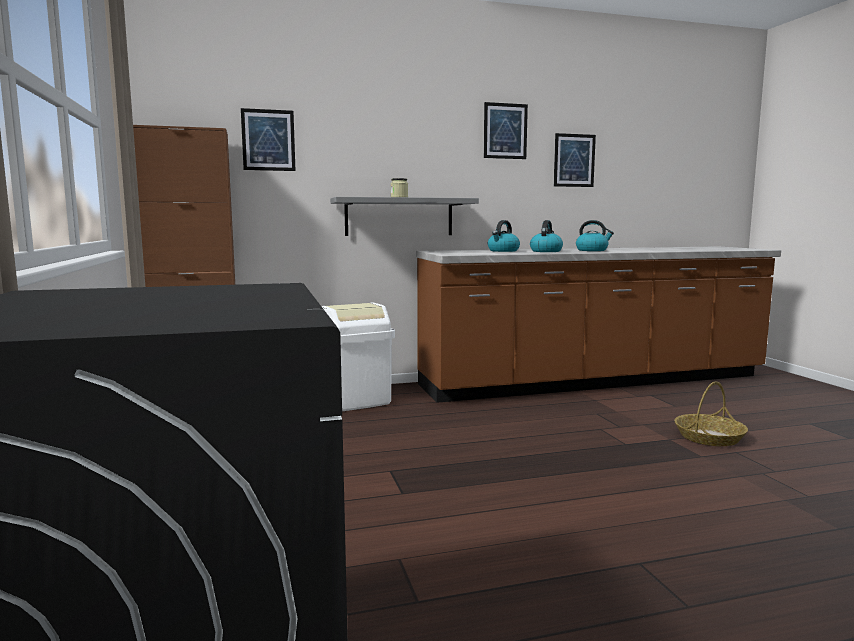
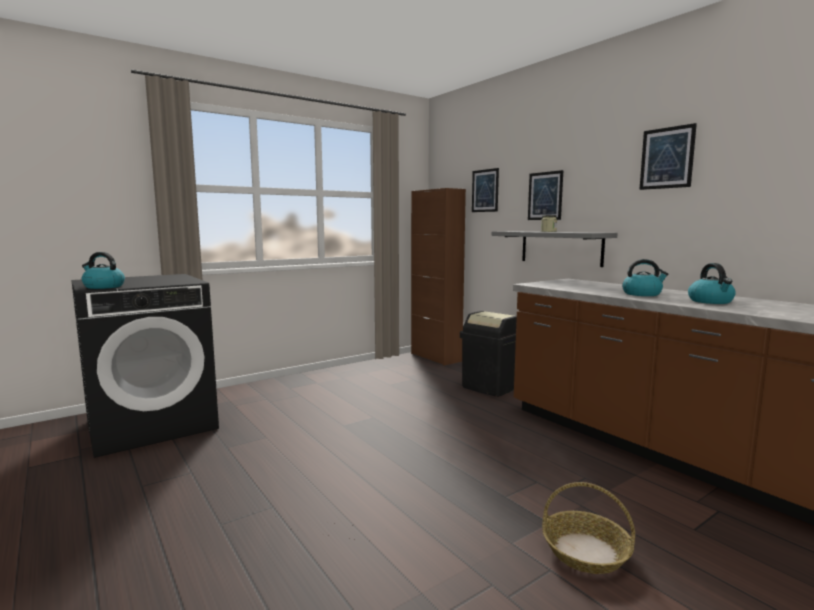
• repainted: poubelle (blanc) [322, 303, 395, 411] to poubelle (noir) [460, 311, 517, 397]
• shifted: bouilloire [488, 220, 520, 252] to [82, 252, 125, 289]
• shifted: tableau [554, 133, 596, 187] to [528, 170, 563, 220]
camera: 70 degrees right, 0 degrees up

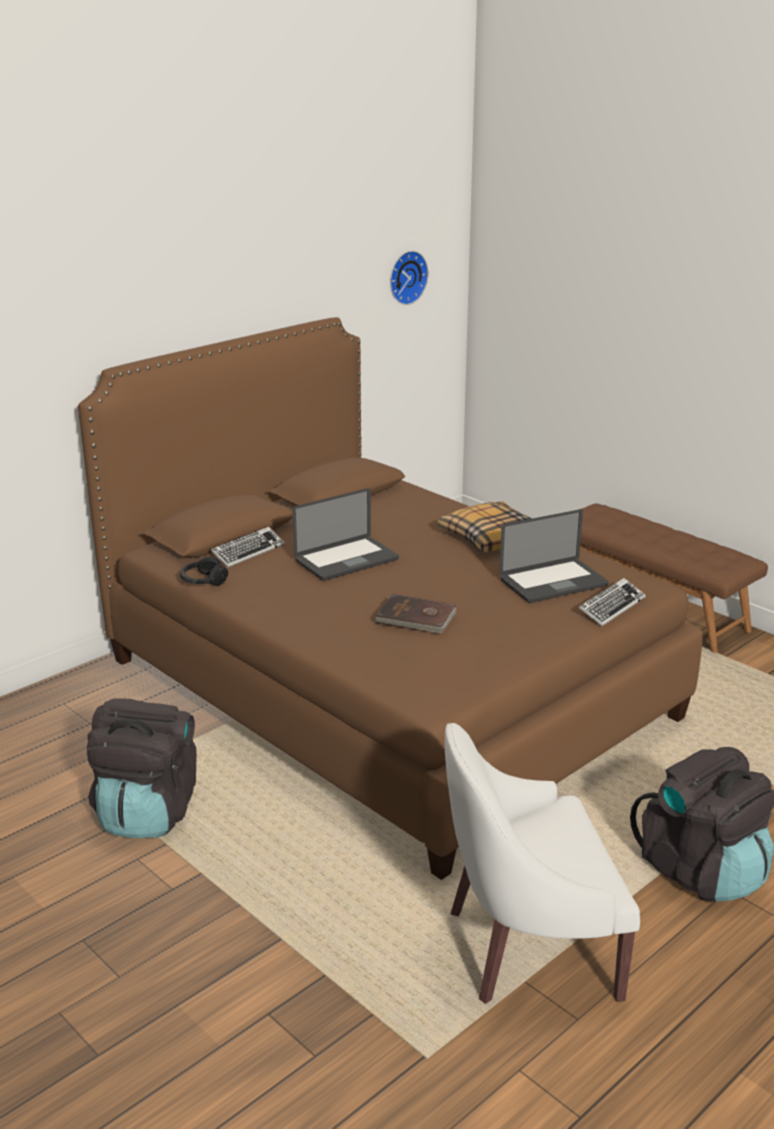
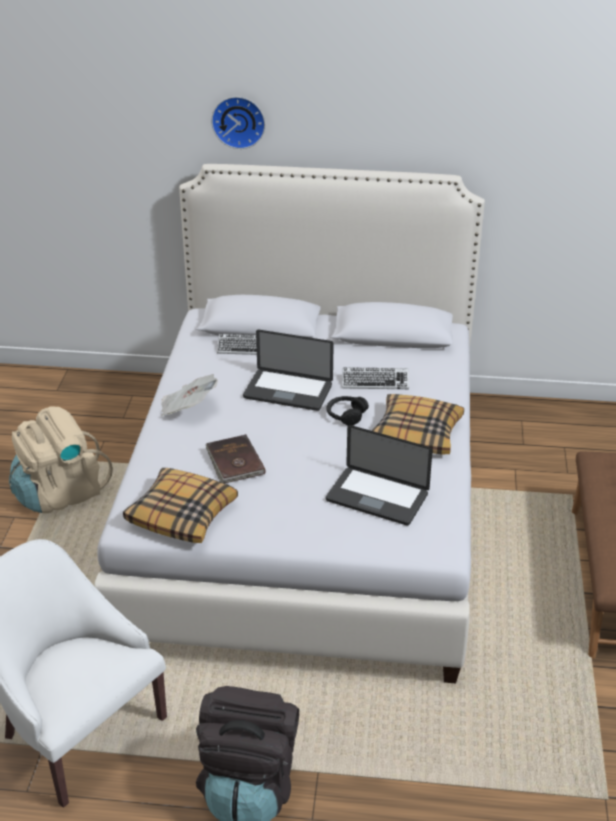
• repainted: lit (marron) [78, 317, 703, 880] to lit (blanc) [94, 164, 485, 683]
• repainted: sac à dos (noir) [87, 698, 197, 838] to sac à dos (beige) [9, 406, 113, 513]
• shifted: casque audio (noir) [180, 556, 228, 586] to [327, 396, 369, 425]
• shifted: horloge murale [390, 251, 428, 305] to [211, 97, 265, 149]
• shifted: clavier [579, 578, 646, 626] to [343, 367, 409, 389]
• new: coussin [123, 468, 238, 543]
• new: journal [161, 374, 218, 416]
camera: 50 degrees right, 10 degrees up

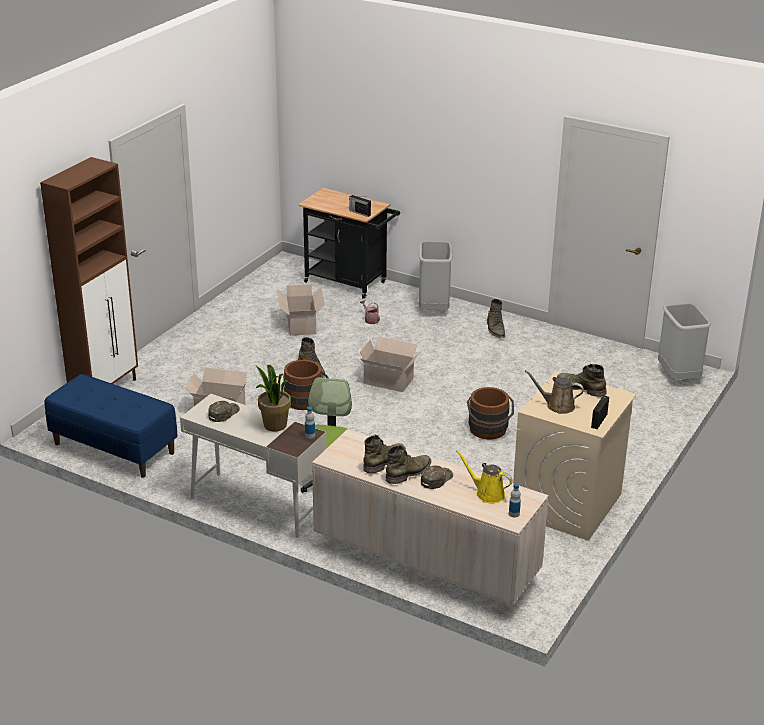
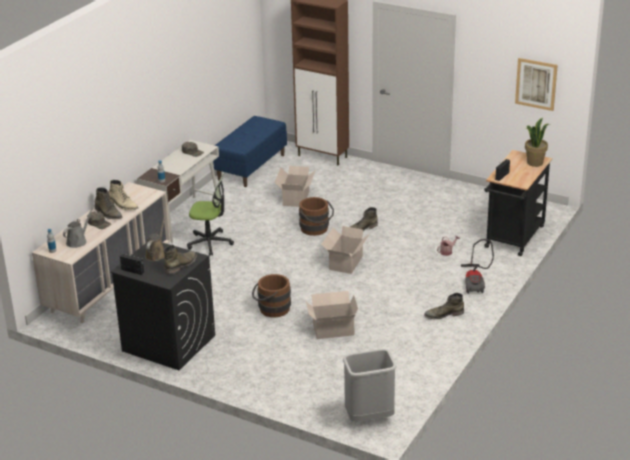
• shifted: plante en pot [256, 365, 291, 432] to [525, 118, 549, 167]
• shifted: carton [277, 284, 325, 336] to [306, 291, 358, 339]
• repainted: botte (vert) [363, 434, 406, 473] to botte (beige) [109, 180, 139, 210]
• swapped: poubelle (gris) [419, 241, 453, 310] to aspirateur [461, 239, 494, 293]
• repainted: arrosoir (jaune) [456, 450, 513, 503] to arrosoir (gris) [63, 208, 93, 248]
• repainted: lave-linge (beige) [513, 371, 636, 541] to lave-linge (noir) [110, 242, 215, 370]
• new: tableau [515, 58, 558, 111]
camera: 90 degrees right, 0 degrees up

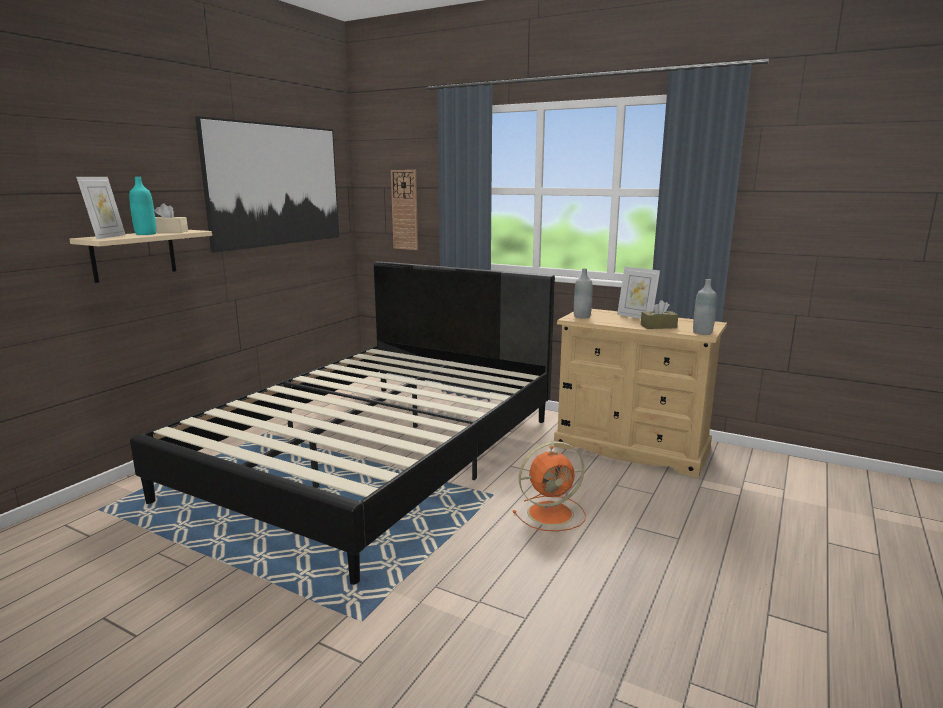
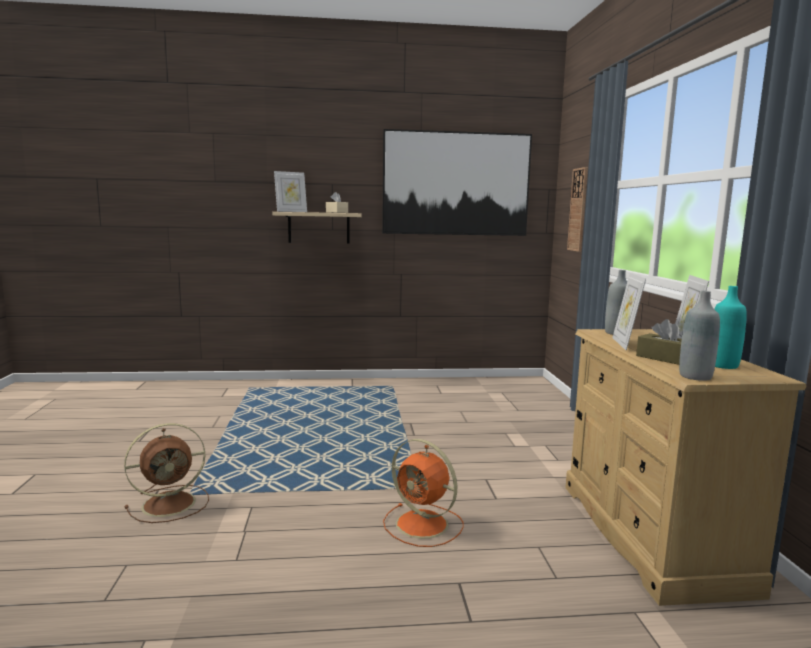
• shifted: bouteille (turquoise) [129, 177, 156, 235] to [714, 286, 747, 369]
• gone: lit (noir) [130, 261, 555, 585]
• new: ventilateur (marron) [124, 423, 209, 523]
• new: cadre photo [612, 273, 646, 350]
camera: 55 degrees right, 5 degrees down

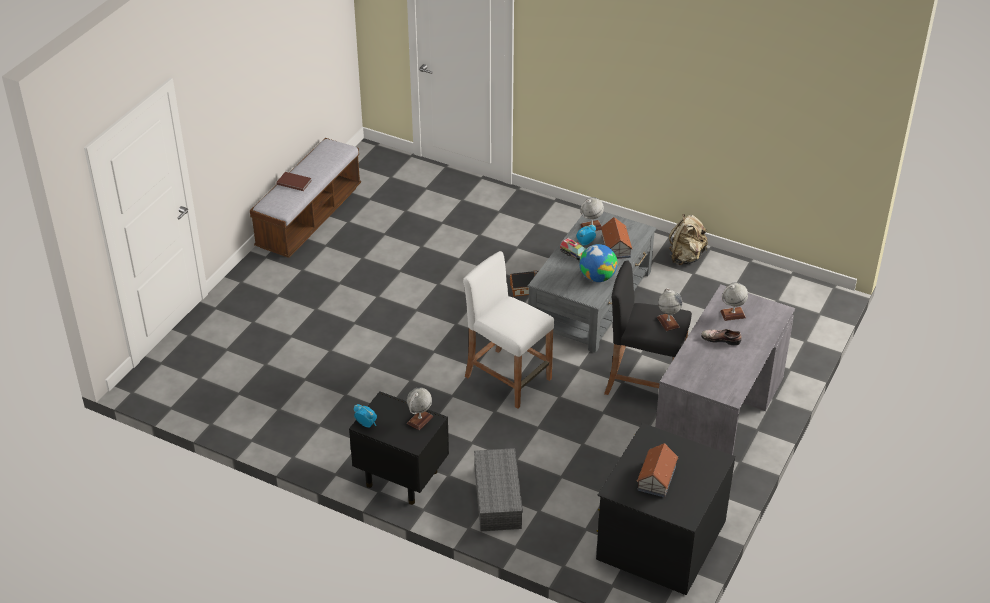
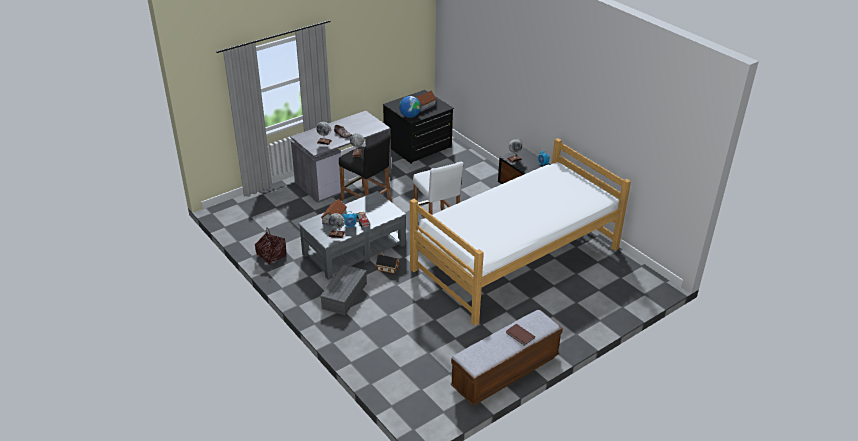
• shifted: boîte de rangement (gris) [474, 448, 523, 531] to [320, 264, 367, 315]
• shifted: globe [579, 244, 617, 282] to [399, 96, 421, 118]
• swapped: sac à dos (beige) [669, 214, 708, 265] to panier [255, 228, 286, 265]
• new: lit [410, 138, 631, 326]
camera: 155 degrees left, 5 degrees down

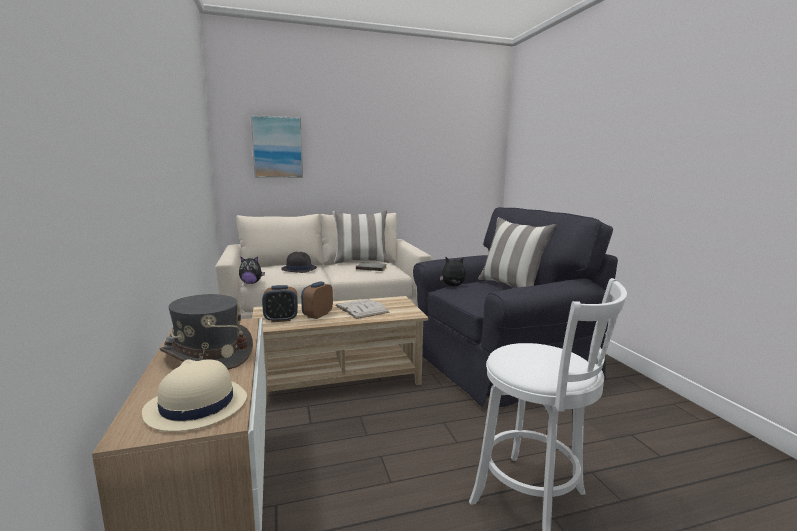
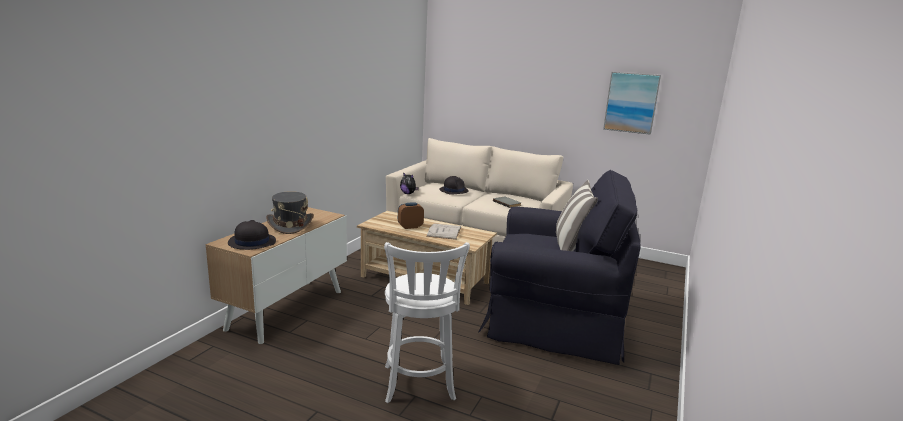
• repainted: chapeau (beige) [142, 359, 247, 431] to chapeau (noir) [228, 220, 276, 250]
• shifted: tableau [251, 115, 303, 178] to [603, 72, 661, 135]
• gone: réveil [262, 285, 298, 322]
• gone: coussin [333, 211, 389, 264]
• gone: peluche [440, 257, 466, 286]
camera: 40 degrees right, 5 degrees up

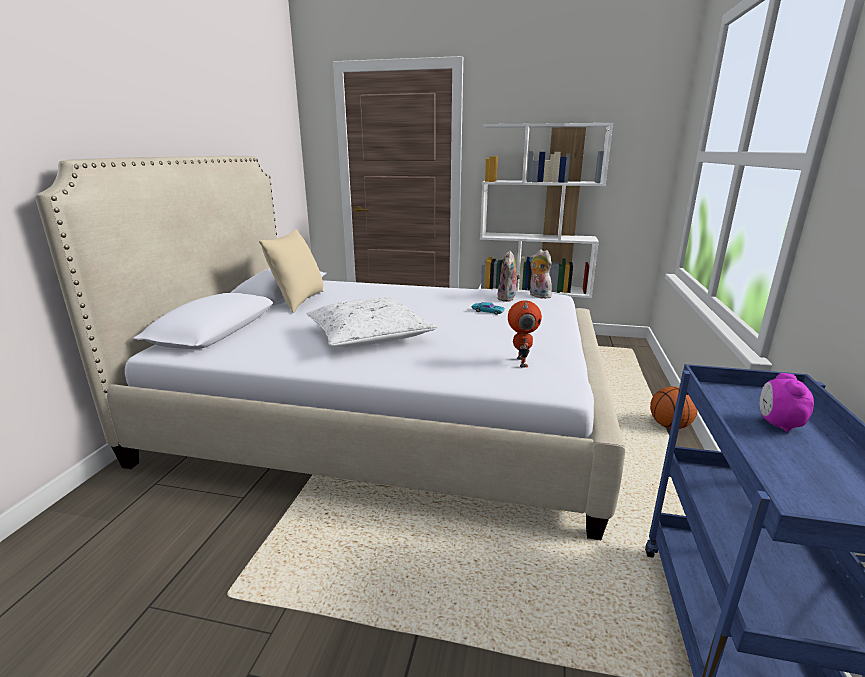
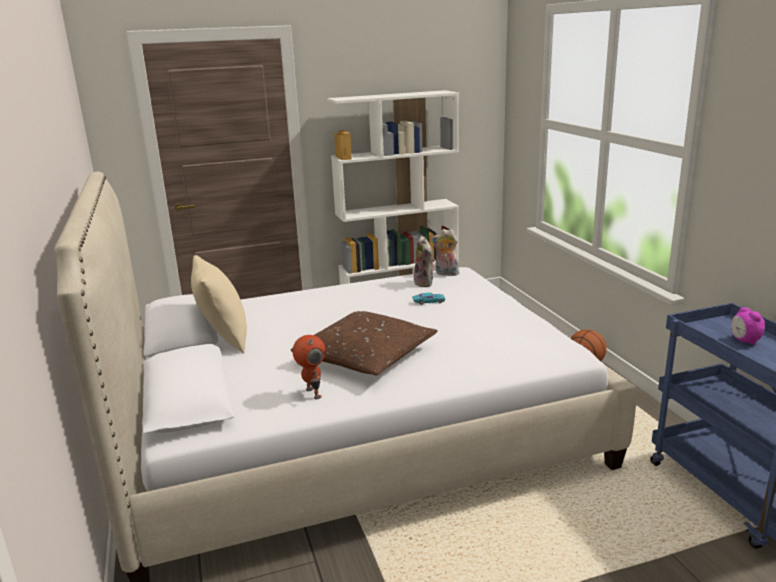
• repainted: coussin (blanc) [307, 297, 437, 348] to coussin (marron) [291, 311, 438, 376]
• shifted: robot jouet [508, 300, 542, 368] to [292, 335, 326, 399]
camera: 30 degrees left, 0 degrees up

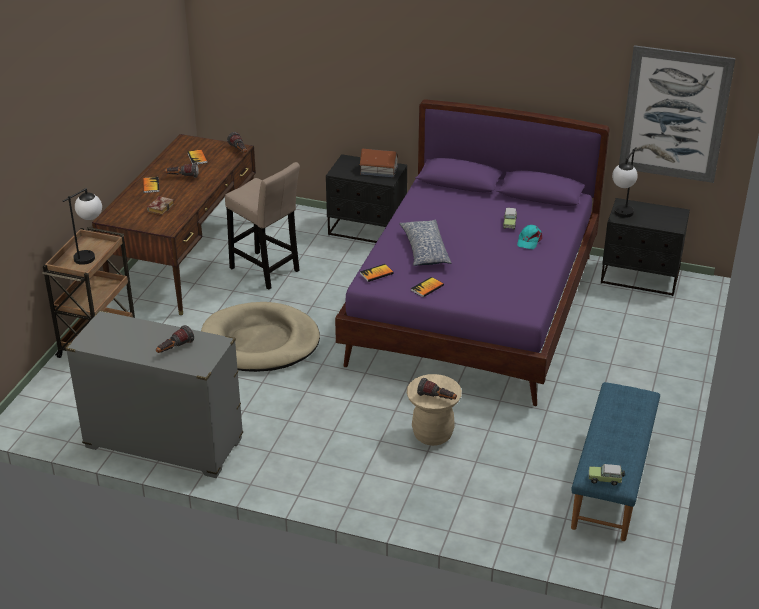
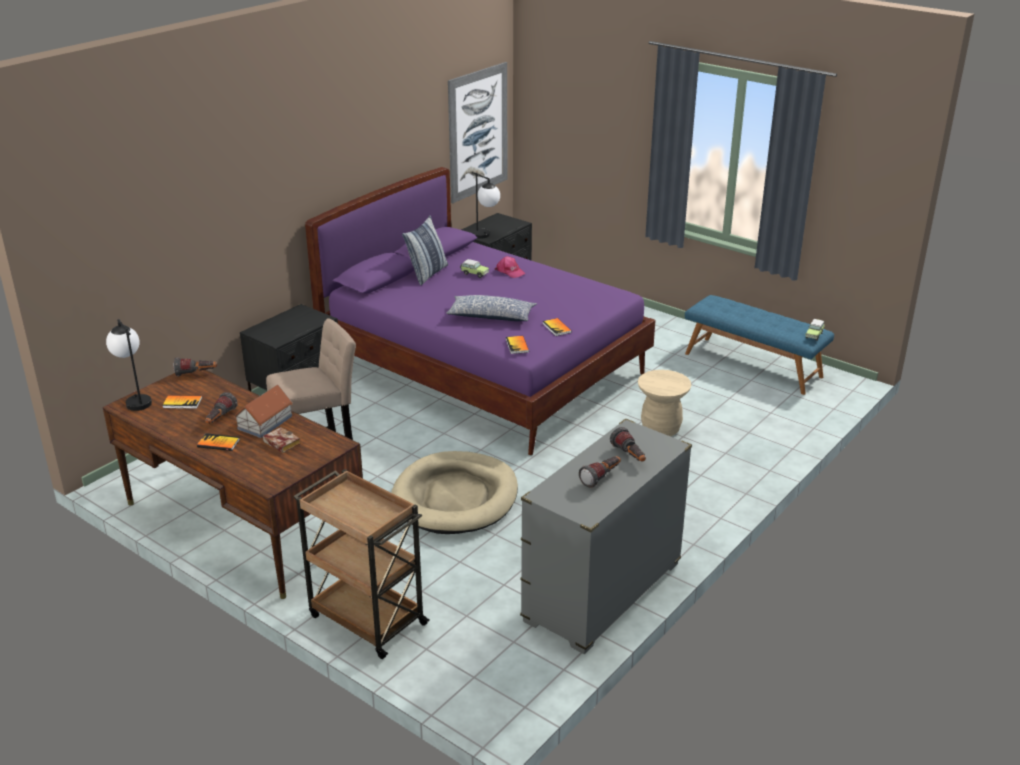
• shifted: lampe de table [63, 188, 102, 265] to [106, 319, 152, 411]
• shifted: maison miniature [359, 149, 399, 177] to [234, 385, 293, 438]
• shifted: lampe de poche [417, 378, 457, 400] to [579, 456, 621, 488]
• repainted: casquette (turquoise) [517, 225, 542, 249] to casquette (rose) [495, 256, 525, 278]
• new: coussin [402, 216, 448, 285]
camera: 70 degrees left, 5 degrees down

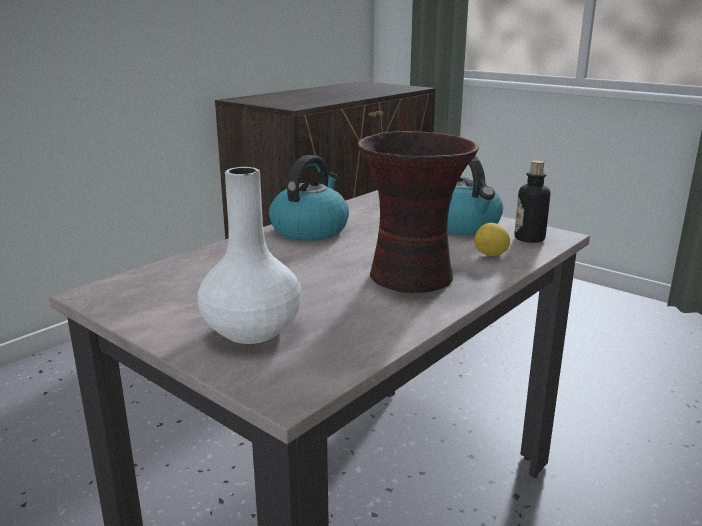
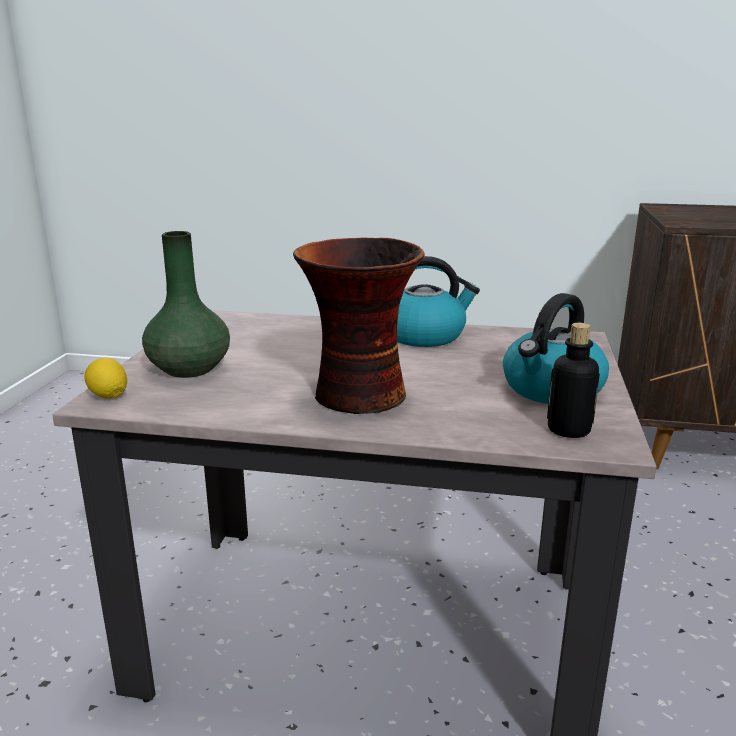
• repainted: vase (blanc) [197, 167, 302, 344] to vase (vert) [142, 231, 230, 378]
• shifted: citron [475, 223, 510, 256] to [85, 358, 127, 399]
camera: 60 degrees right, 0 degrees up

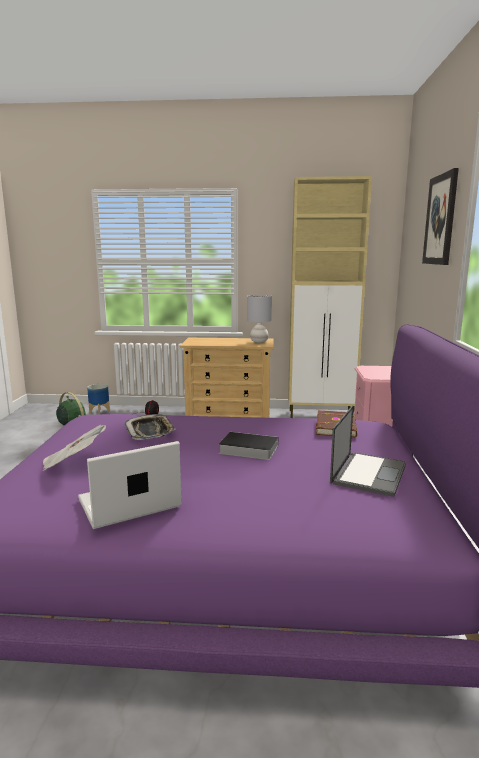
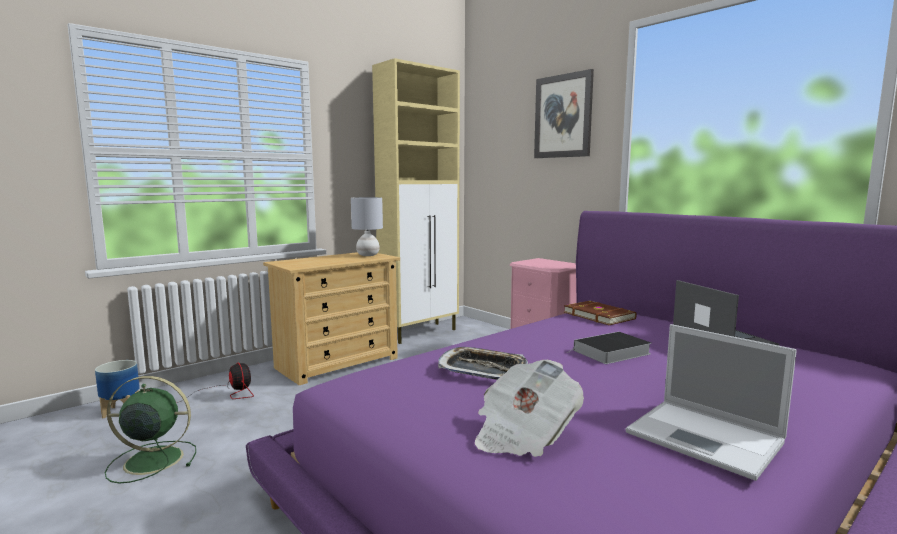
• rotated: ordinateur portable [78, 441, 182, 529] = [626, 324, 797, 481] 60 degrees counterclockwise
camera: 45 degrees left, 5 degrees down

